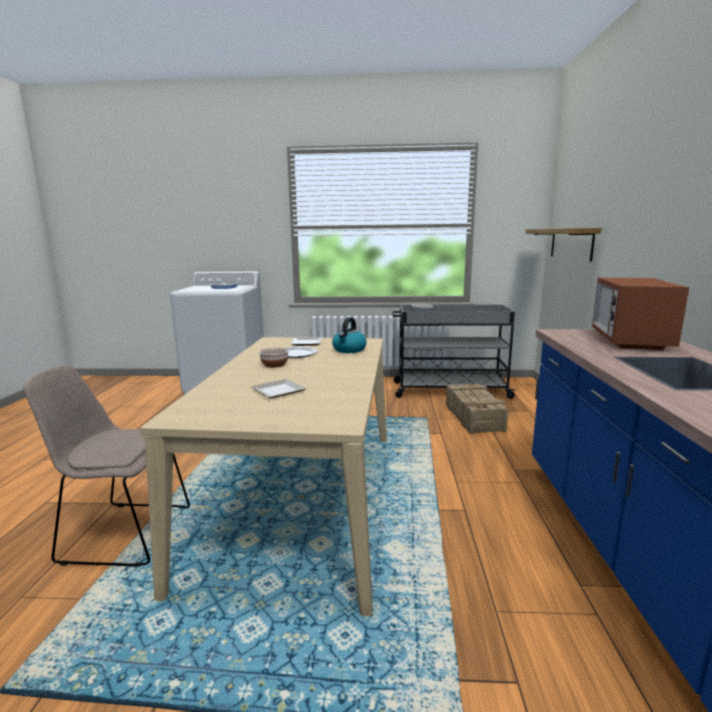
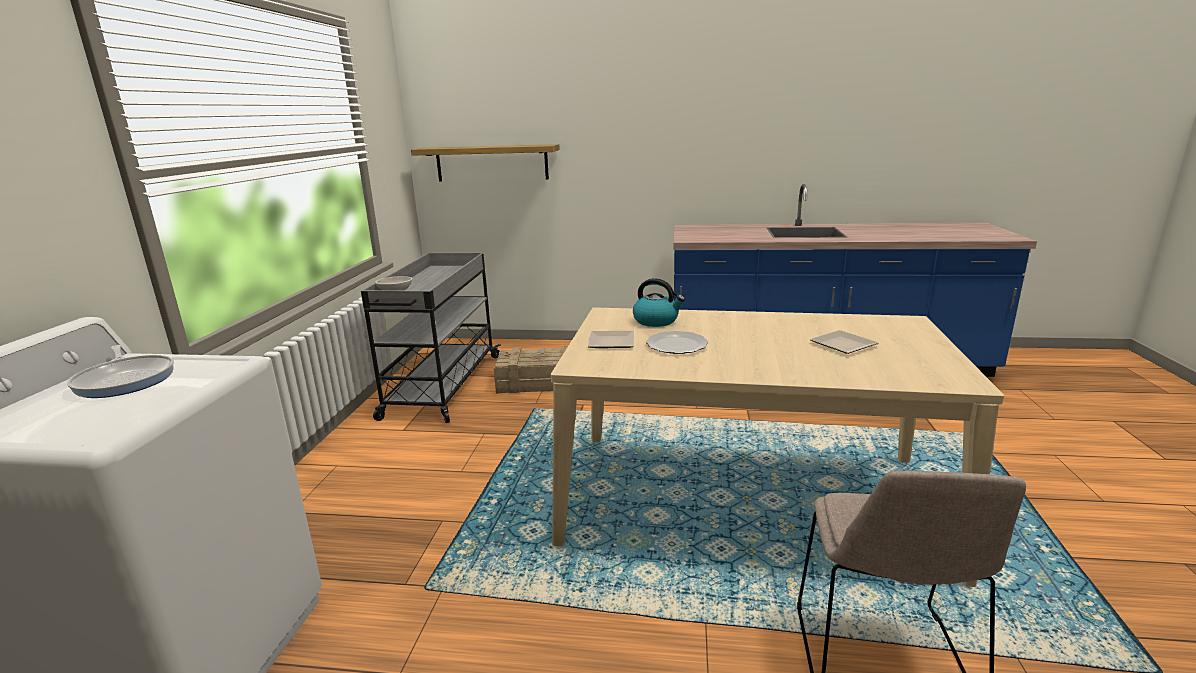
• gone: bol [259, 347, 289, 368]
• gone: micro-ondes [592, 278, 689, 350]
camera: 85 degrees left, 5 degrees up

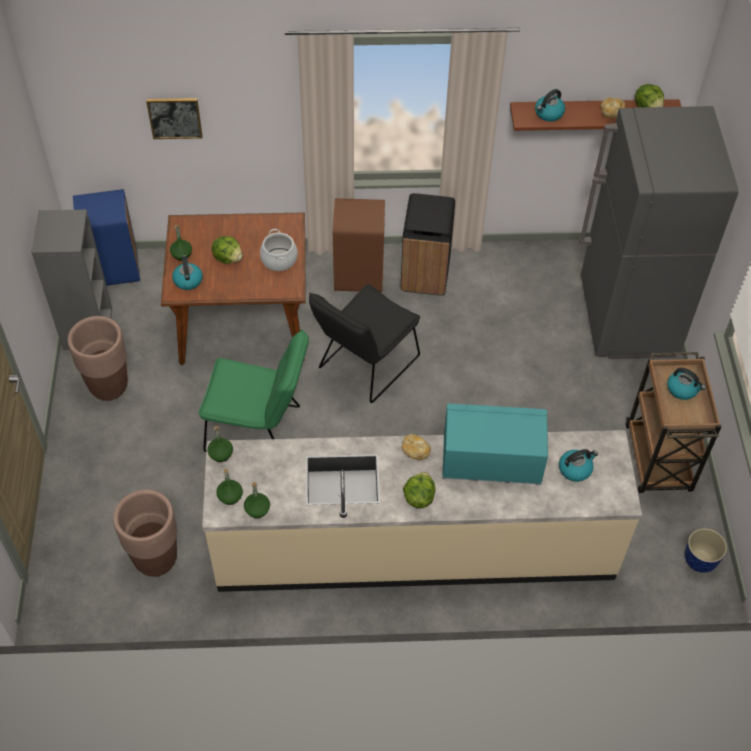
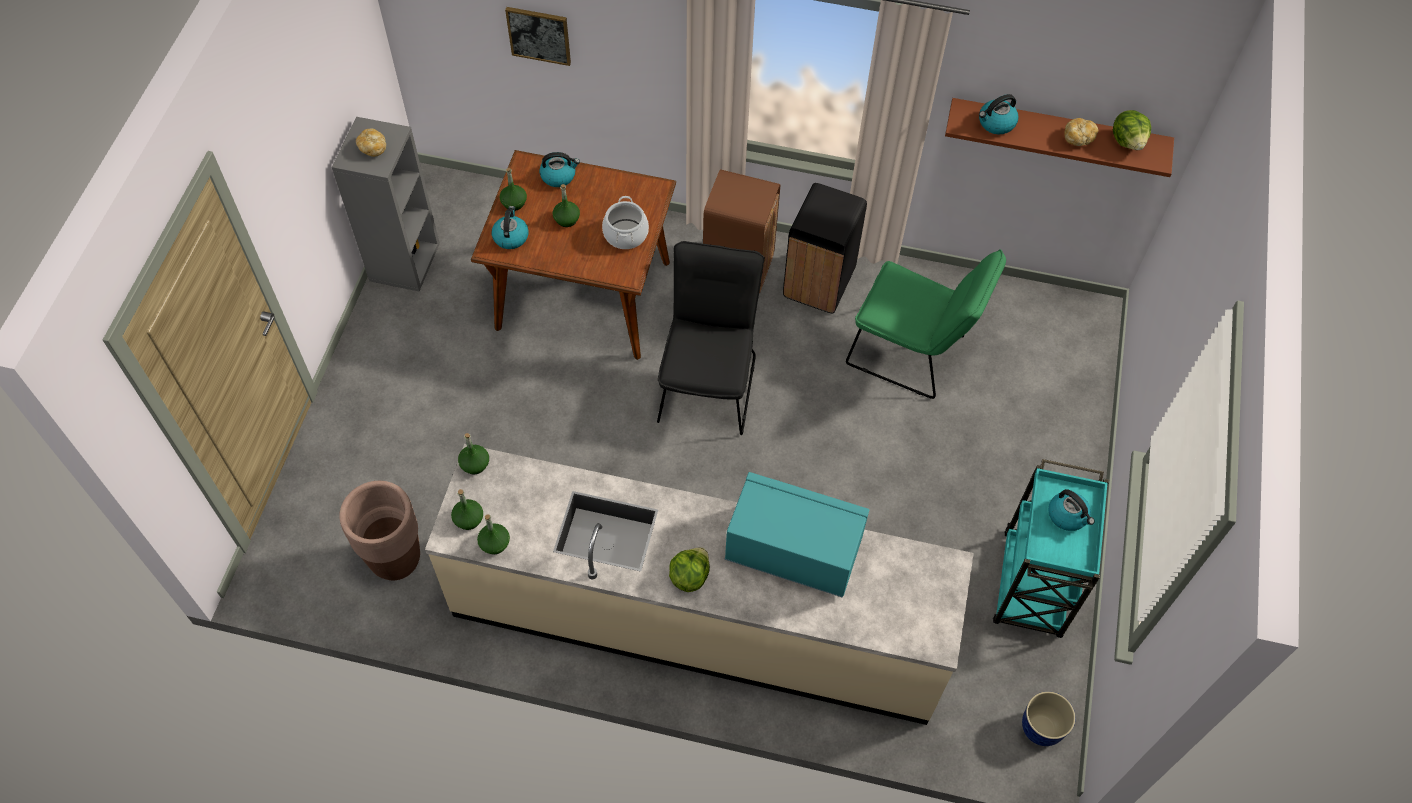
• gone: cache-pot (marron) [68, 316, 128, 401]
• gone: poubelle (bleu) [73, 189, 140, 286]
• shifted: chaise (vert) [198, 329, 309, 452] to [846, 249, 1006, 399]
• swapped: laitue [211, 236, 243, 264] to bouteille (vert) [553, 184, 580, 227]
• rotated: chaise (noir) [309, 284, 420, 403] = [657, 241, 765, 435] 135 degrees clockwise
• shifted: pain [402, 434, 431, 460] to [356, 129, 386, 157]
• shifted: bouilloire [559, 449, 598, 482] to [539, 152, 580, 187]
• gone: réfrigérateur (gris) [579, 106, 739, 359]
• repainted: chariot (marron) [626, 352, 721, 493] to chariot (turquoise) [993, 459, 1109, 638]
camera: 15 degrees right, 5 degrees up

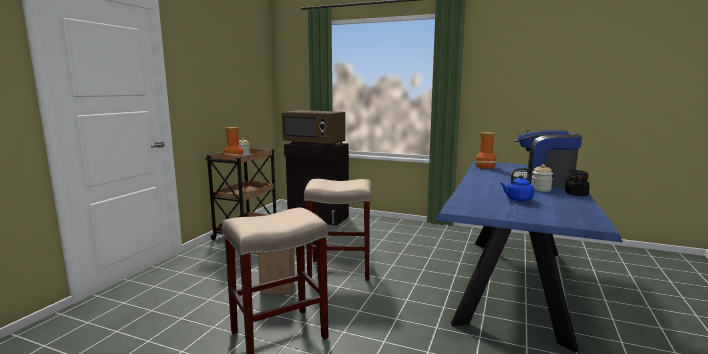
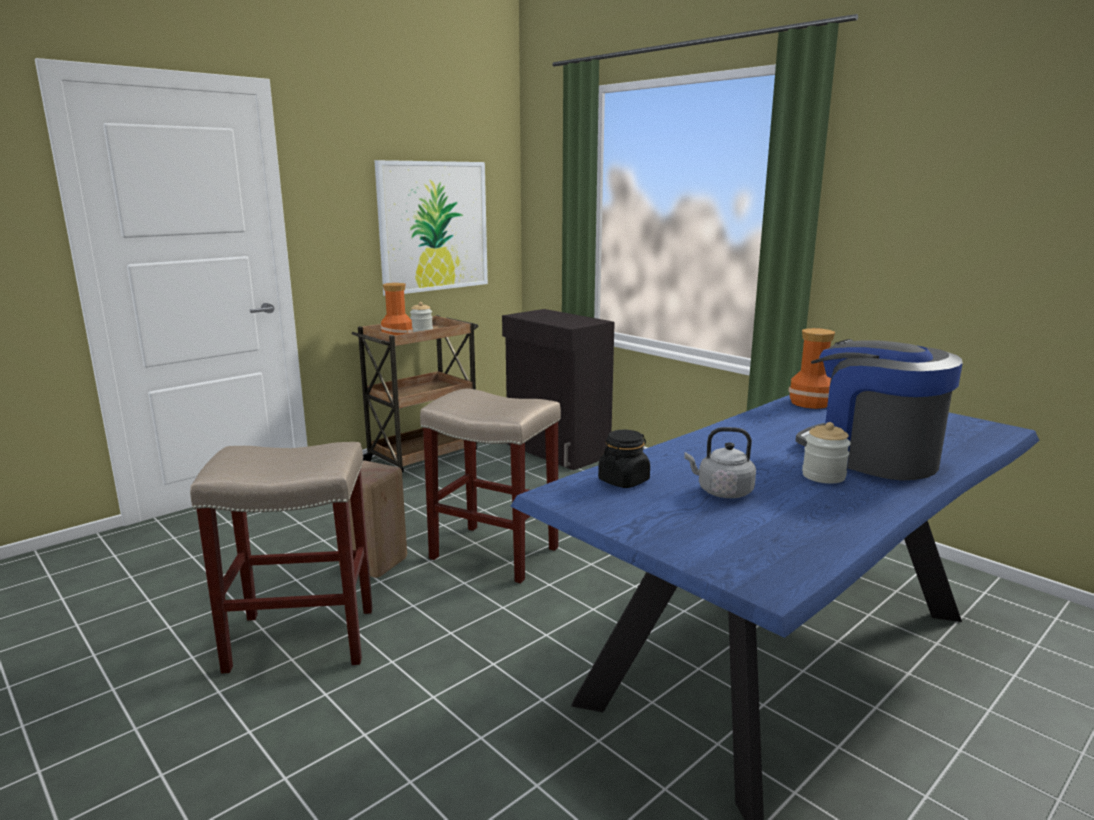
• gone: micro-ondes (marron) [282, 110, 346, 146]
• repainted: bouilloire (bleu) [500, 168, 534, 201] to bouilloire (gris) [684, 427, 756, 498]
• shifted: bocal (noir) [565, 170, 589, 196] to [598, 430, 650, 488]
• new: tableau [374, 160, 488, 296]
camera: 25 degrees right, 5 degrees up

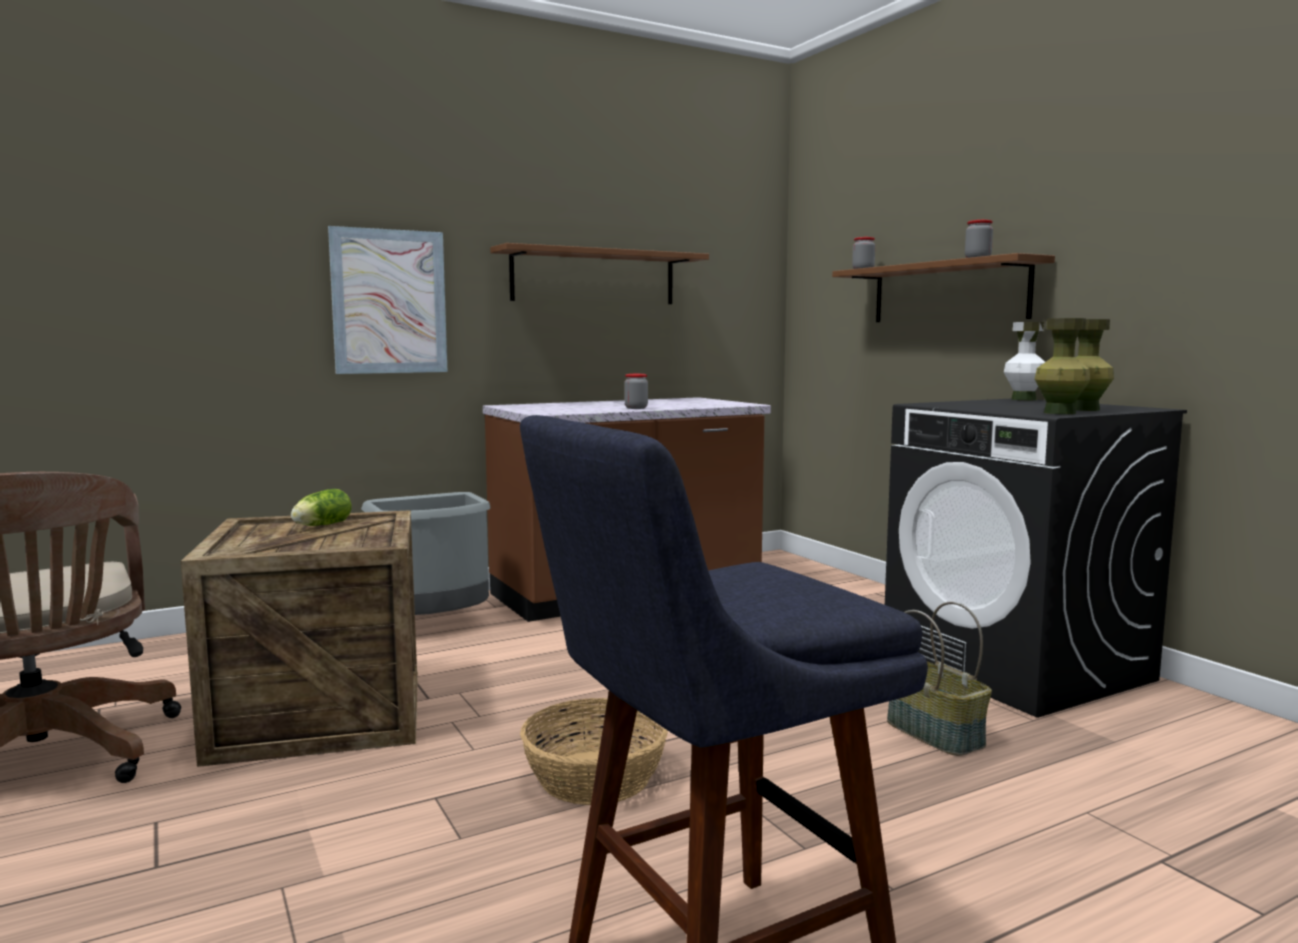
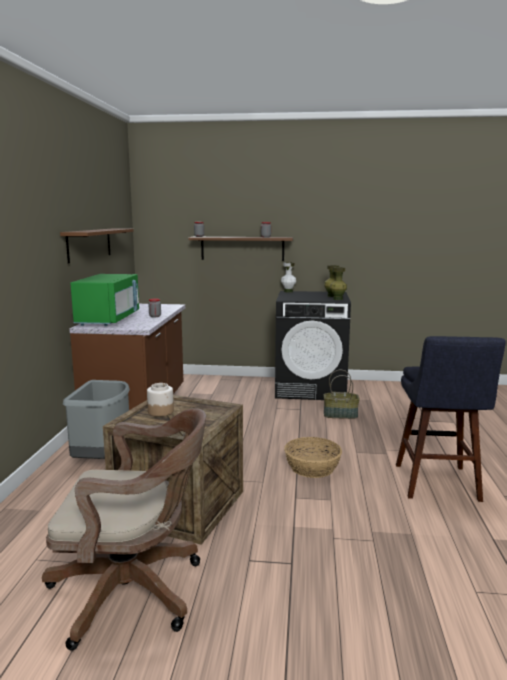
• swapped: laitue [291, 489, 351, 526] to bocal [147, 383, 174, 416]
• gone: tableau [328, 226, 448, 374]
• new: micro-ondes (vert) [70, 274, 139, 326]
camera: 55 degrees left, 5 degrees up

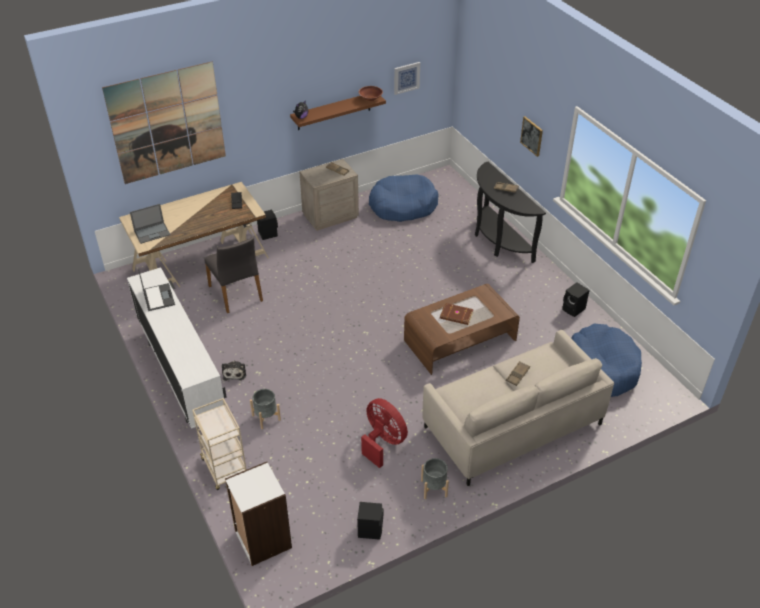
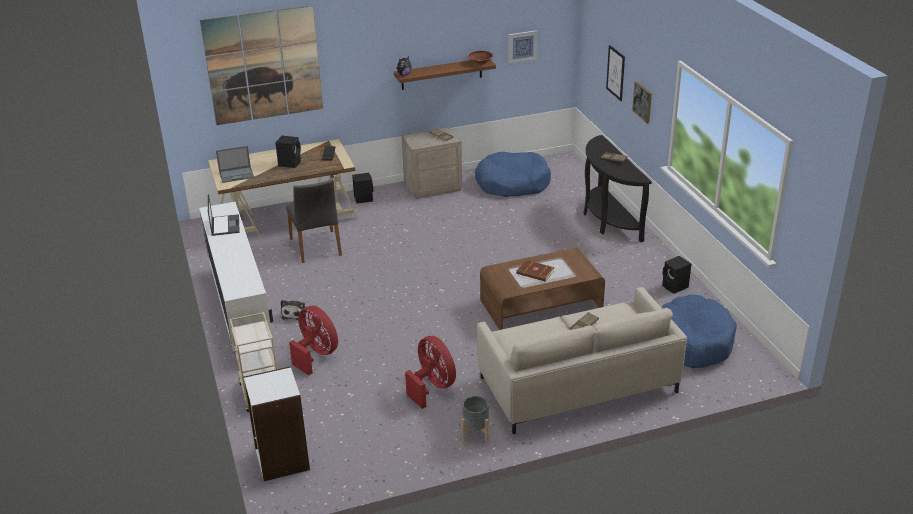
• swapped: cache-pot (gris) [250, 389, 281, 429] to ventilateur (rouge) [289, 306, 338, 376]
• shifted: enceinte (noir) [357, 502, 384, 540] to [275, 136, 301, 168]
• new: tableau [606, 45, 625, 101]
camera: 10 degrees right, 10 degrees down

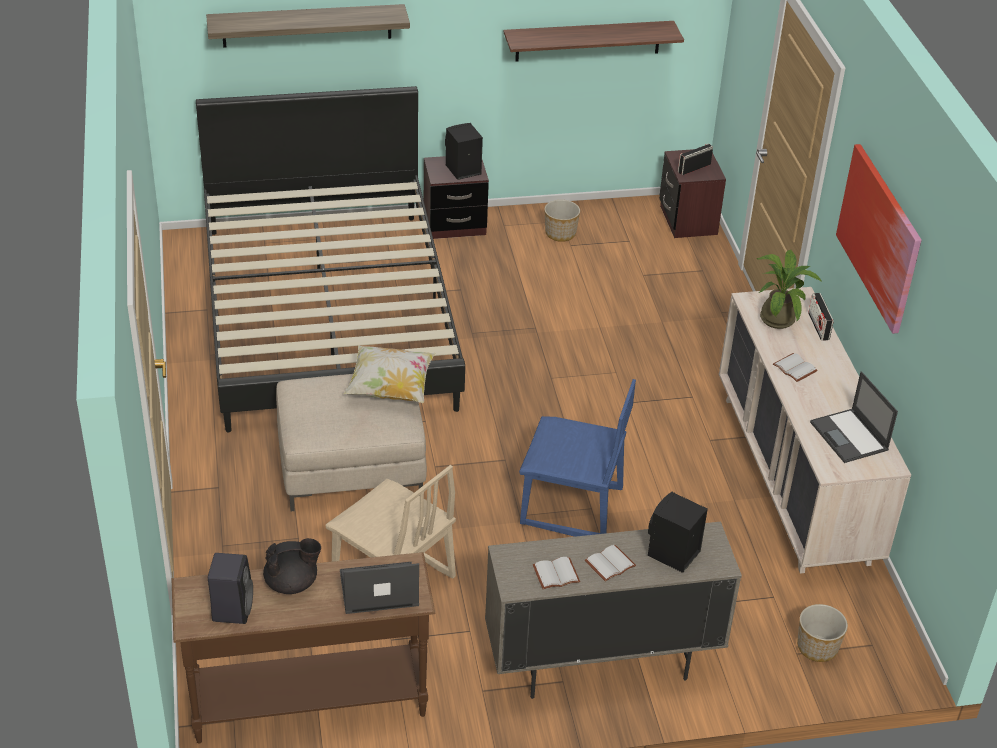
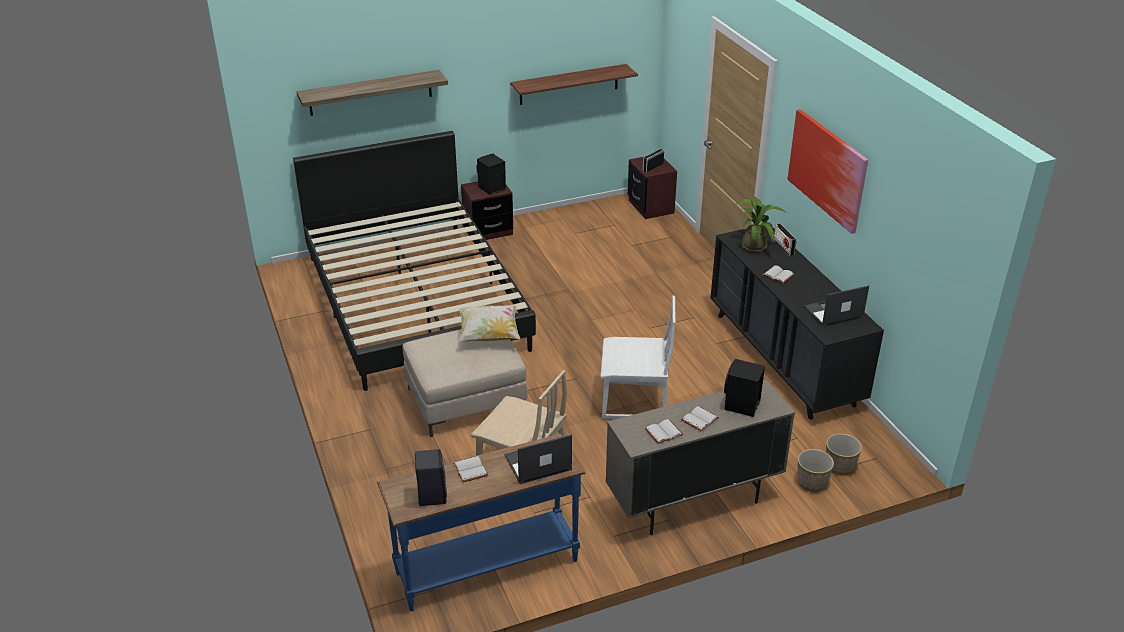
• repainted: table console (marron) [172, 552, 435, 744] to table console (bleu) [377, 433, 586, 611]
• swapped: théière (noir) [263, 538, 321, 594] to livre (blanc) [453, 456, 488, 482]
• repainted: chaise (bleu) [519, 379, 636, 537] to chaise (blanc) [600, 296, 676, 419]
• shifted: cache-pot [544, 200, 580, 242] to [797, 449, 834, 492]
• repainted: commode (beige) [719, 287, 911, 574] to commode (noir) [711, 225, 884, 420]
• rotated: ordinateur portable [810, 371, 898, 463] = [804, 285, 869, 327] 105 degrees clockwise
camera: 10 degrees left, 5 degrees down

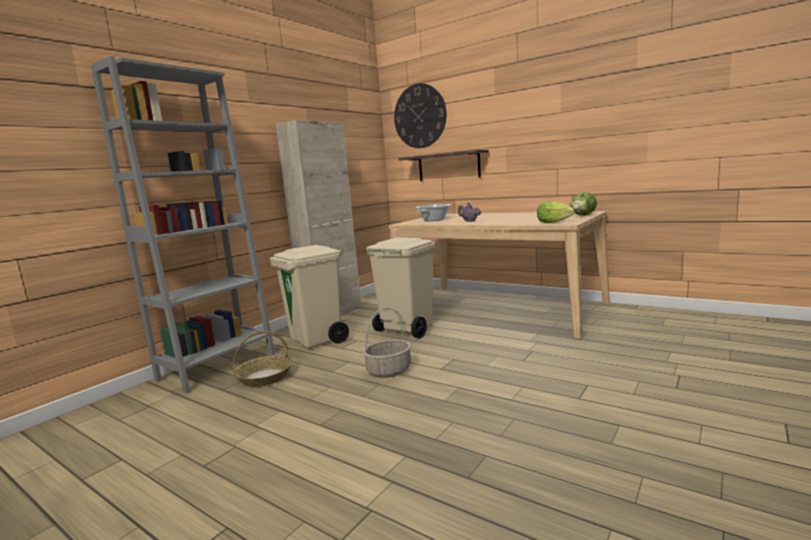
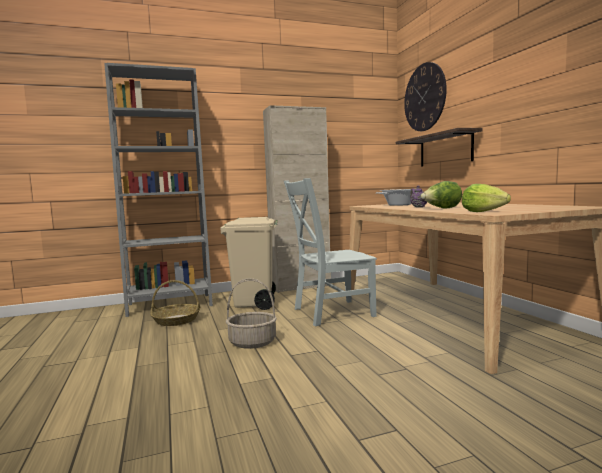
• swapped: poubelle (beige) [366, 237, 435, 338] to chaise (gris) [284, 178, 377, 326]
• shifted: laitue [570, 192, 597, 216] to [421, 181, 462, 209]
camera: 35 degrees right, 5 degrees down

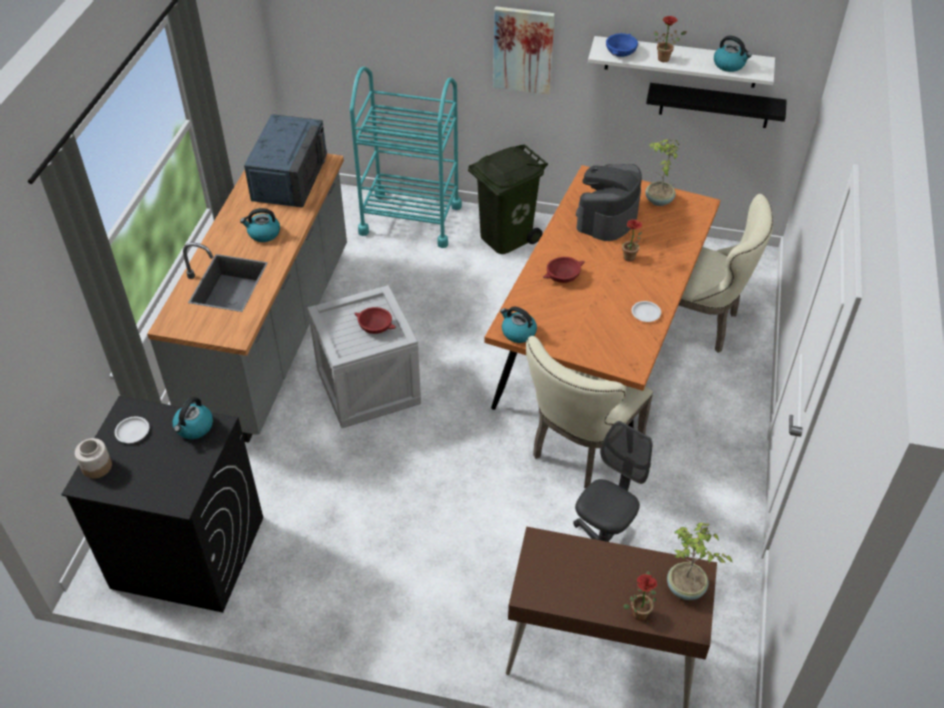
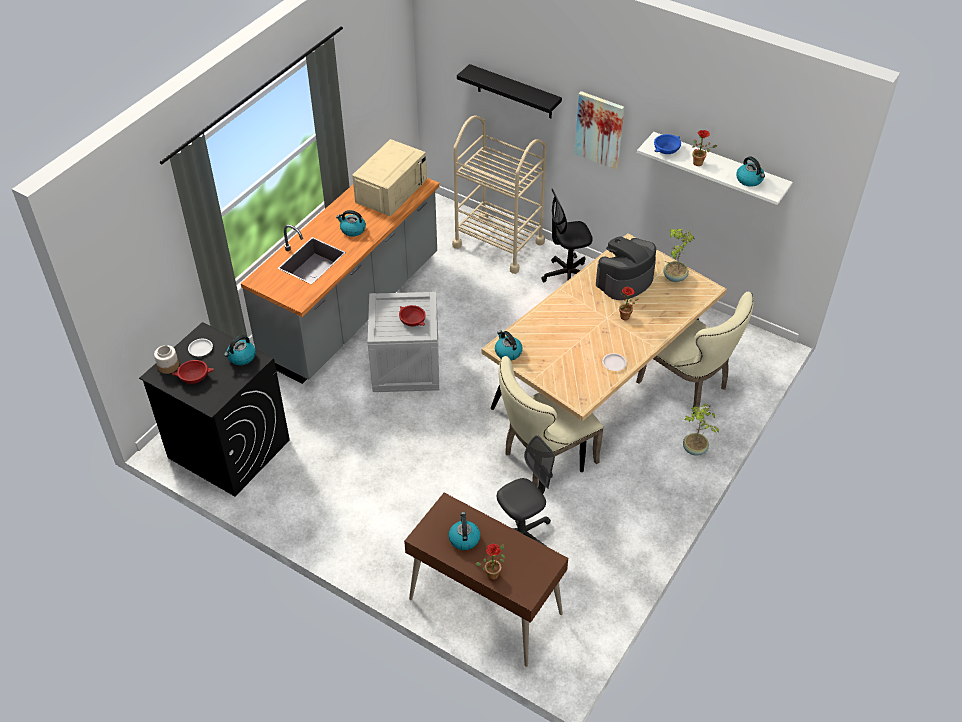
• repainted: micro-ondes (bleu) [244, 114, 327, 207] to micro-ondes (beige) [352, 139, 427, 216]
• repainted: chariot (turquoise) [350, 66, 462, 248] to chariot (beige) [452, 115, 547, 274]
• swapped: poubelle (vert) [468, 144, 548, 254] to chaise de bureau (noir) [541, 188, 593, 282]
• repainted: table à manger (orange) [484, 165, 720, 428] to table à manger (beige) [481, 233, 727, 472]
• shifted: bol (rouge) [543, 257, 585, 283] to [172, 360, 214, 384]
• shifted: étagère (noir) [646, 83, 787, 128] to [457, 64, 562, 118]
• shifted: plante en pot [667, 522, 732, 600] to [683, 404, 719, 456]
• new: bouilloire [448, 512, 480, 550]
camera: 20 degrees right, 0 degrees up

